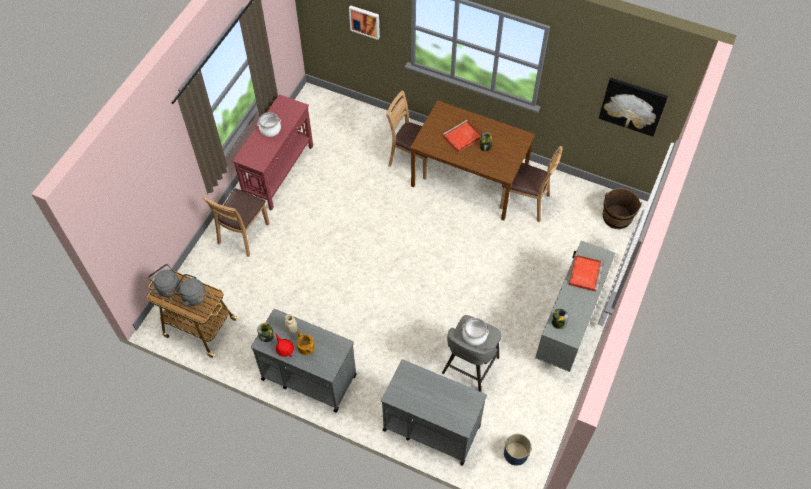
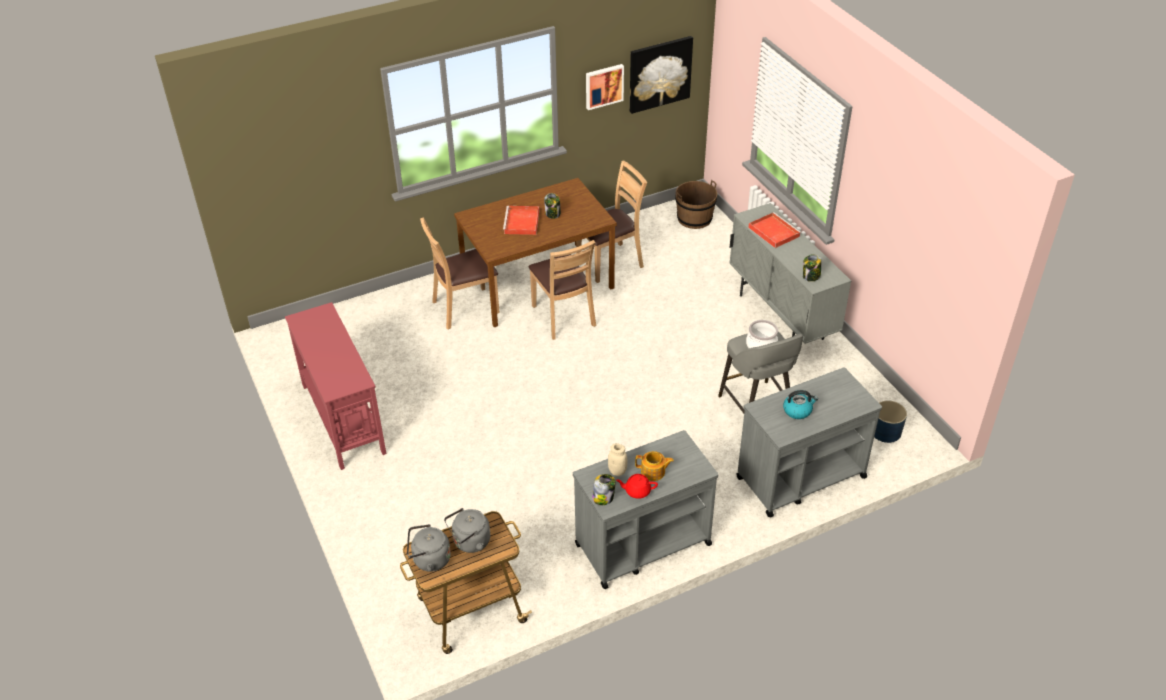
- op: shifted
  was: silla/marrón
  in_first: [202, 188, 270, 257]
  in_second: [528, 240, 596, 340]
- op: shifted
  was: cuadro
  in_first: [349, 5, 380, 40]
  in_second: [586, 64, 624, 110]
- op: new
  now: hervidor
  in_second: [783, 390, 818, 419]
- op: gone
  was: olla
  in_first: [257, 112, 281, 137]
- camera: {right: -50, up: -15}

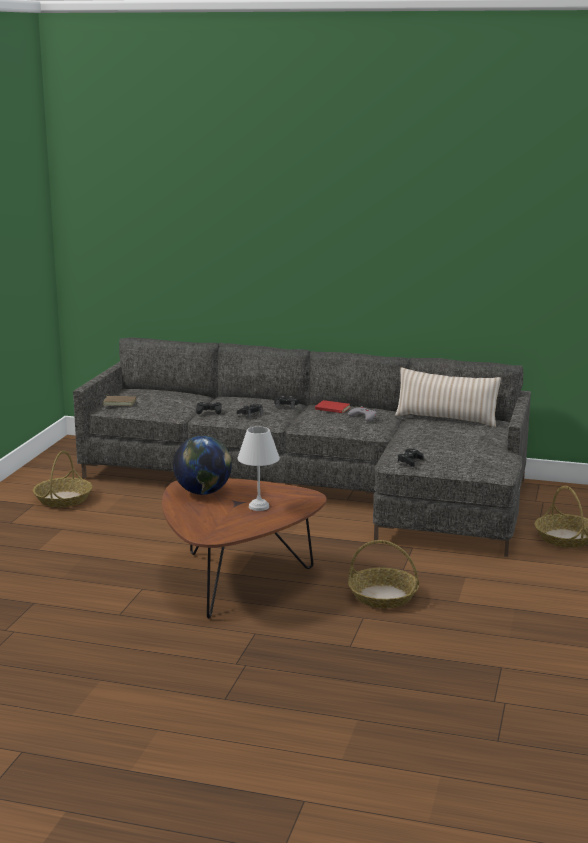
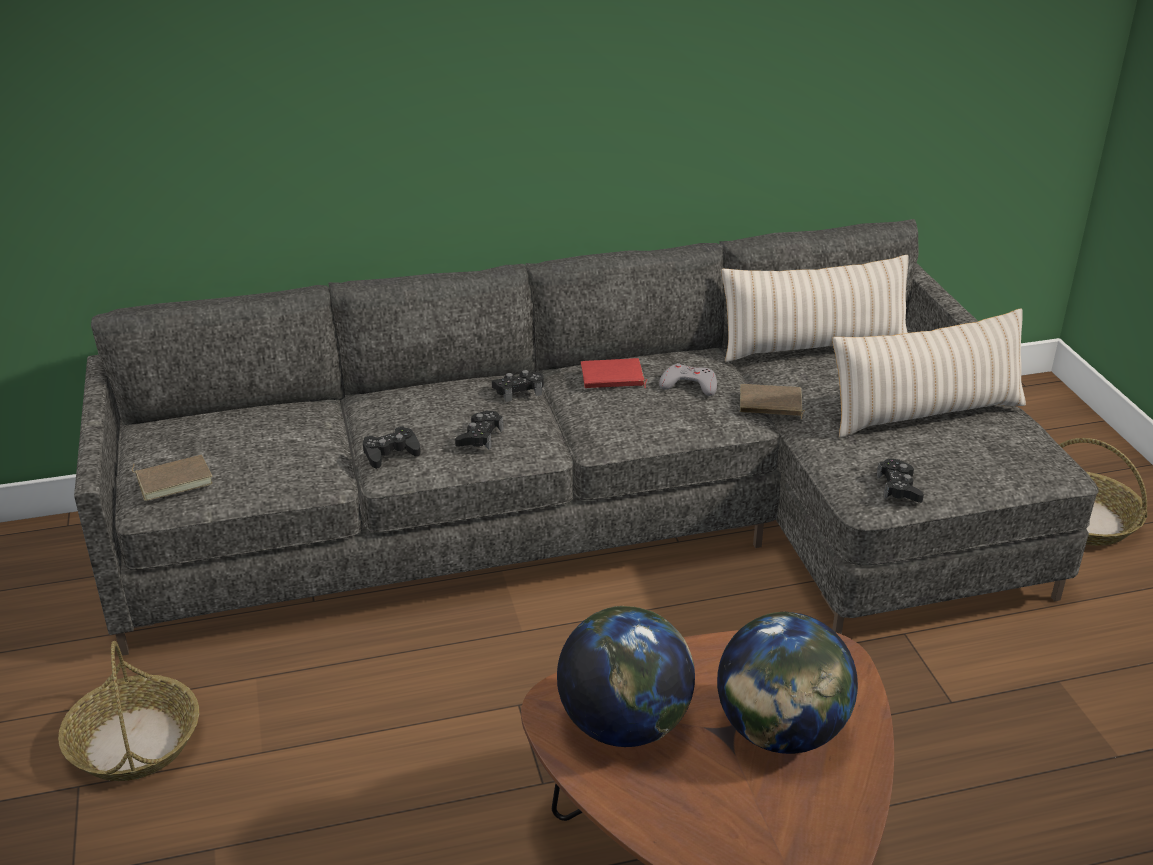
- op: swapped
  was: lámpara de mesa/blanco
  now: globo terráqueo
  in_first: [237, 426, 280, 511]
  in_second: [717, 612, 858, 754]
- op: new
  now: libro/marrón
  in_second: [740, 384, 805, 419]
- op: new
  now: cojín/beis
  in_second: [832, 309, 1026, 437]
- op: gone
  was: cesta
  in_first: [348, 540, 419, 608]
- camera: {right: -30, up: 15}

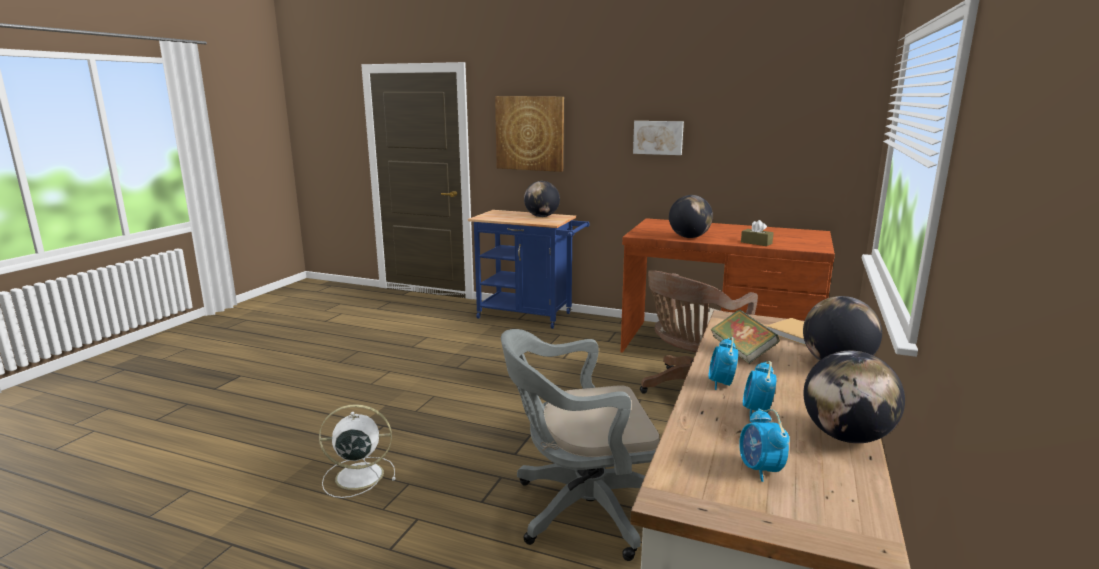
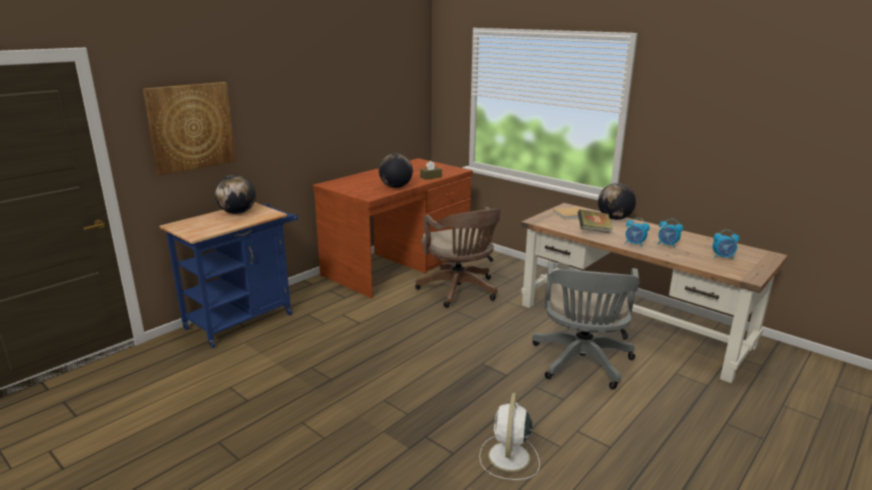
- op: gone
  was: cuadro
  in_first: [633, 121, 684, 155]
- op: gone
  was: globo terráqueo
  in_first: [803, 351, 905, 443]
- camera: {right: -70, up: 5}

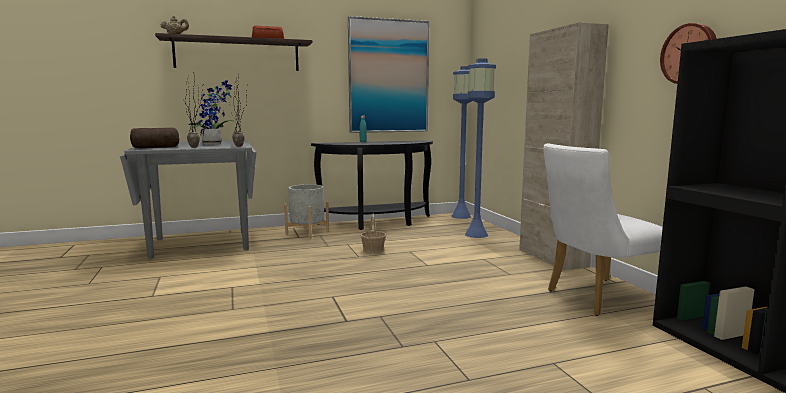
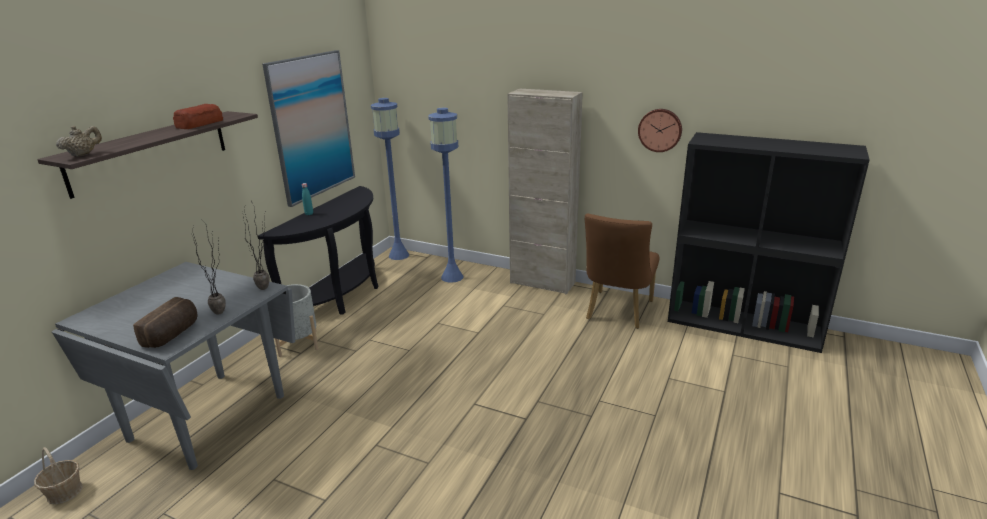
- op: shifted
  was: cesta
  in_first: [360, 214, 386, 254]
  in_second: [34, 447, 83, 504]
- op: repainted
  was: silla/blanco
  now: silla/marrón
  in_first: [543, 143, 663, 316]
  in_second: [585, 214, 659, 329]
- op: gone
  was: planta en maceta
  in_first: [188, 80, 236, 145]
- camera: {right: -45, up: 15}

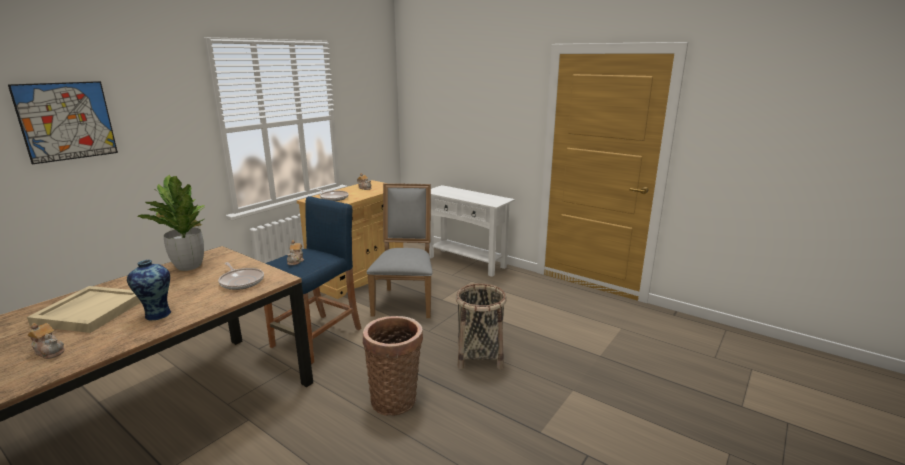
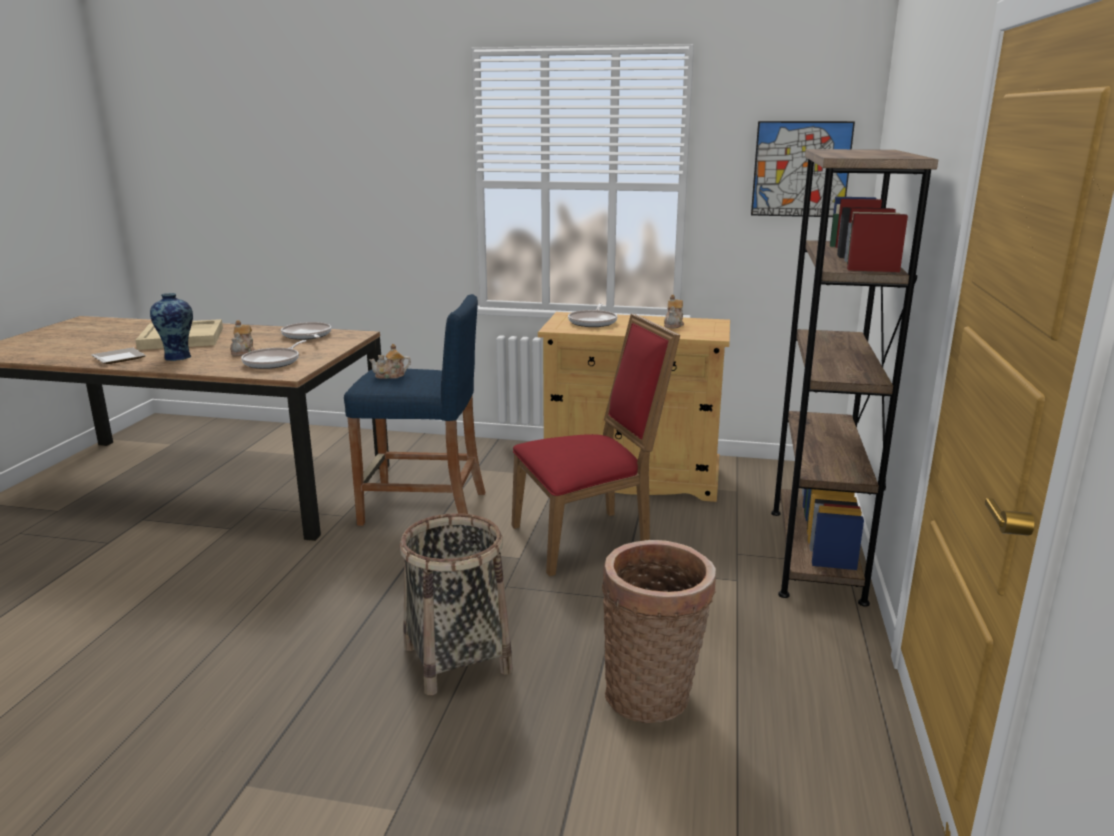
- op: new
  now: plato
  in_second: [92, 347, 146, 364]
- op: shifted
  was: tetera
  in_first: [27, 323, 65, 359]
  in_second: [230, 320, 255, 356]
- op: swapped
  was: planta en maceta
  now: sartén
  in_first: [137, 174, 205, 271]
  in_second: [281, 322, 332, 340]
- op: repainted
  was: silla/gris
  now: silla/rojo
  in_first: [366, 183, 433, 318]
  in_second: [512, 313, 680, 576]
- op: shifted
  was: cesta
  in_first: [363, 316, 423, 416]
  in_second: [602, 540, 716, 723]
- op: shifted
  was: cuadro
  in_first: [8, 81, 118, 165]
  in_second: [751, 121, 855, 217]
- op: swapped
  was: mesa consola/blanco
  now: estantería/marrón
  in_first: [429, 185, 515, 277]
  in_second: [771, 149, 938, 607]
- camera: {right: 65, up: 0}

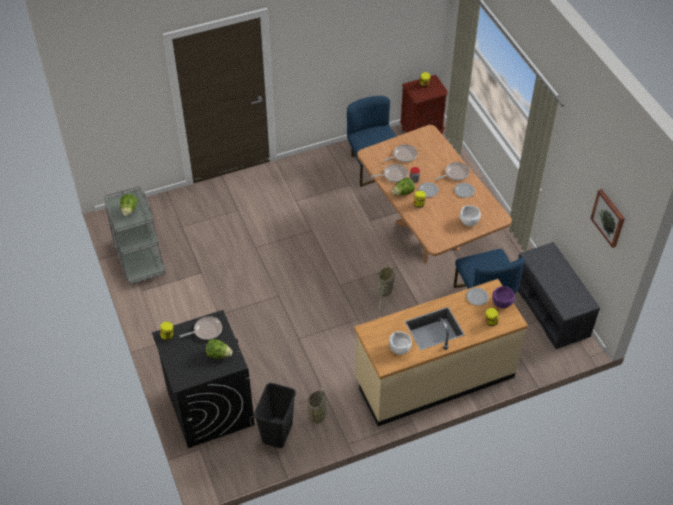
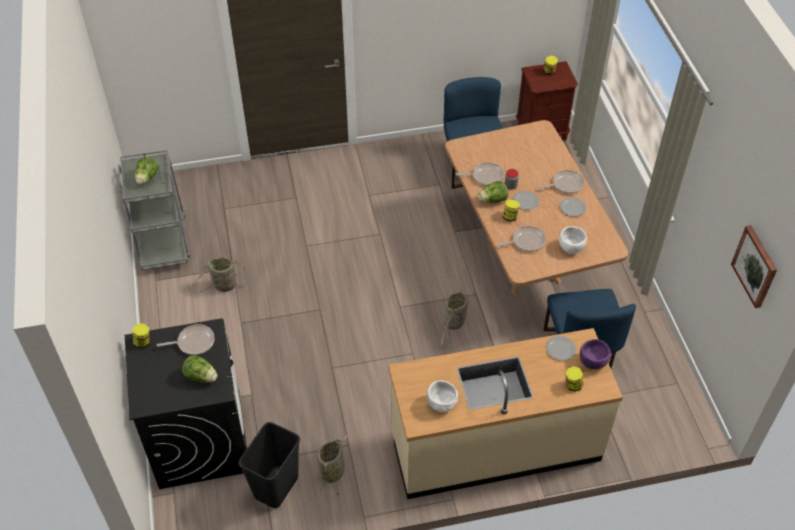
- op: new
  now: cesta
  in_second: [188, 257, 249, 293]
- op: shifted
  was: sartén
  in_first: [383, 144, 417, 162]
  in_second: [497, 226, 546, 252]
- op: gone
  was: banco/gris
  in_first: [518, 242, 600, 349]
- camera: {right: 10, up: 0}

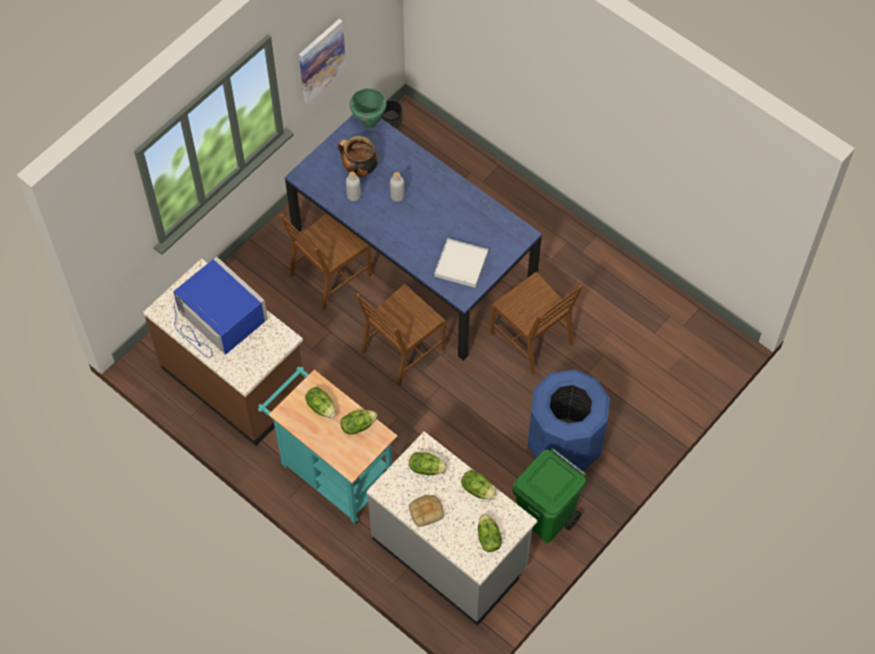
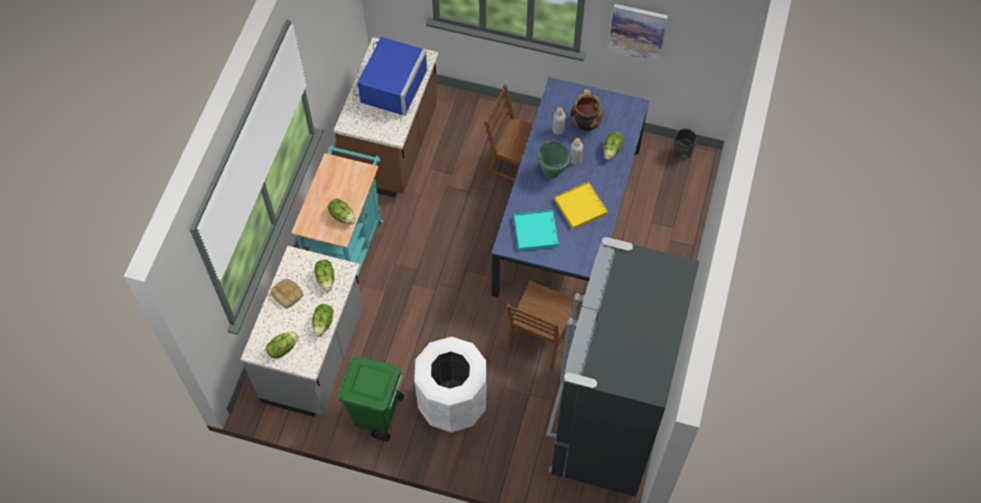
- op: repainted
  was: papelera/azul
  now: papelera/blanco
  in_first: [528, 369, 610, 471]
  in_second: [414, 337, 486, 433]
- op: repainted
  was: bandeja/blanco
  now: bandeja/turquesa
  in_first: [434, 238, 488, 288]
  in_second: [514, 210, 559, 251]
- op: shifted
  was: olla/verde
  in_first: [350, 88, 387, 129]
  in_second: [537, 141, 571, 178]
- op: new
  now: nevera/negro
  in_second: [546, 237, 699, 497]
- op: new
  now: bandeja/amarillo
  in_second: [554, 182, 608, 230]
- op: shifted
  was: lechuga
  in_first: [305, 387, 336, 418]
  in_second: [603, 131, 624, 160]
- op: gone
  was: silla/marrón
  in_first: [356, 283, 446, 387]
- camera: {right: 65, up: 0}

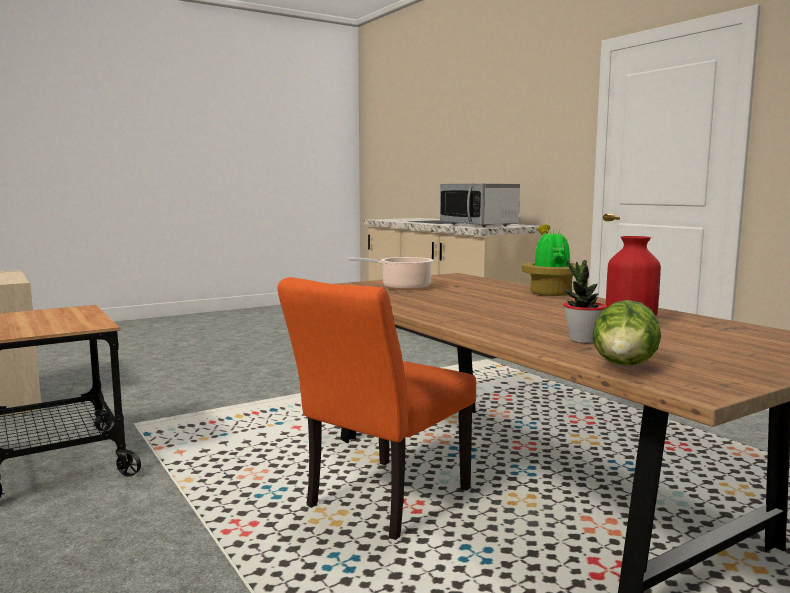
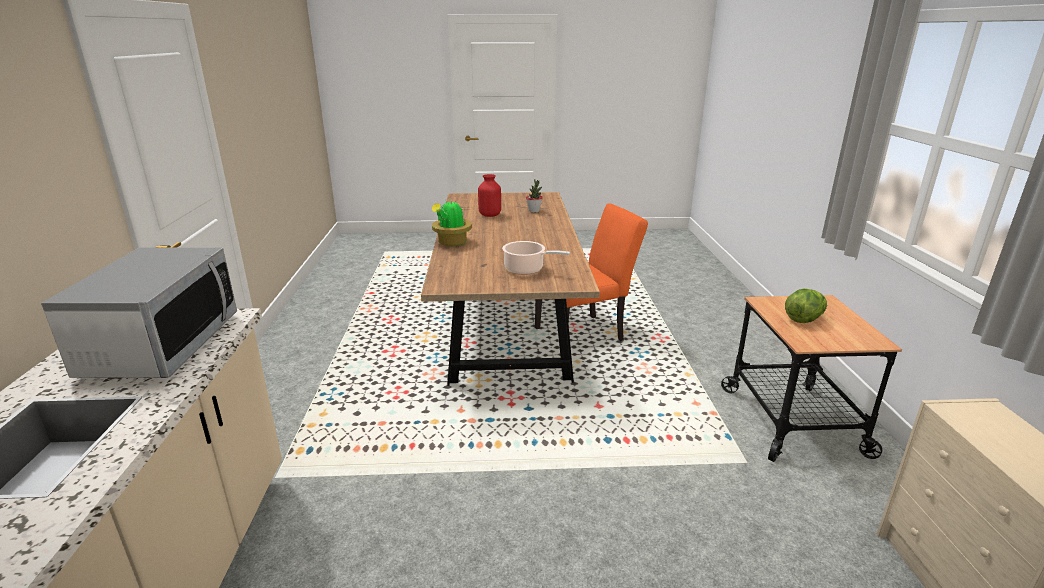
- op: shifted
  was: lechuga
  in_first: [593, 300, 661, 366]
  in_second: [785, 288, 827, 323]
- camera: {right: -150, up: 15}

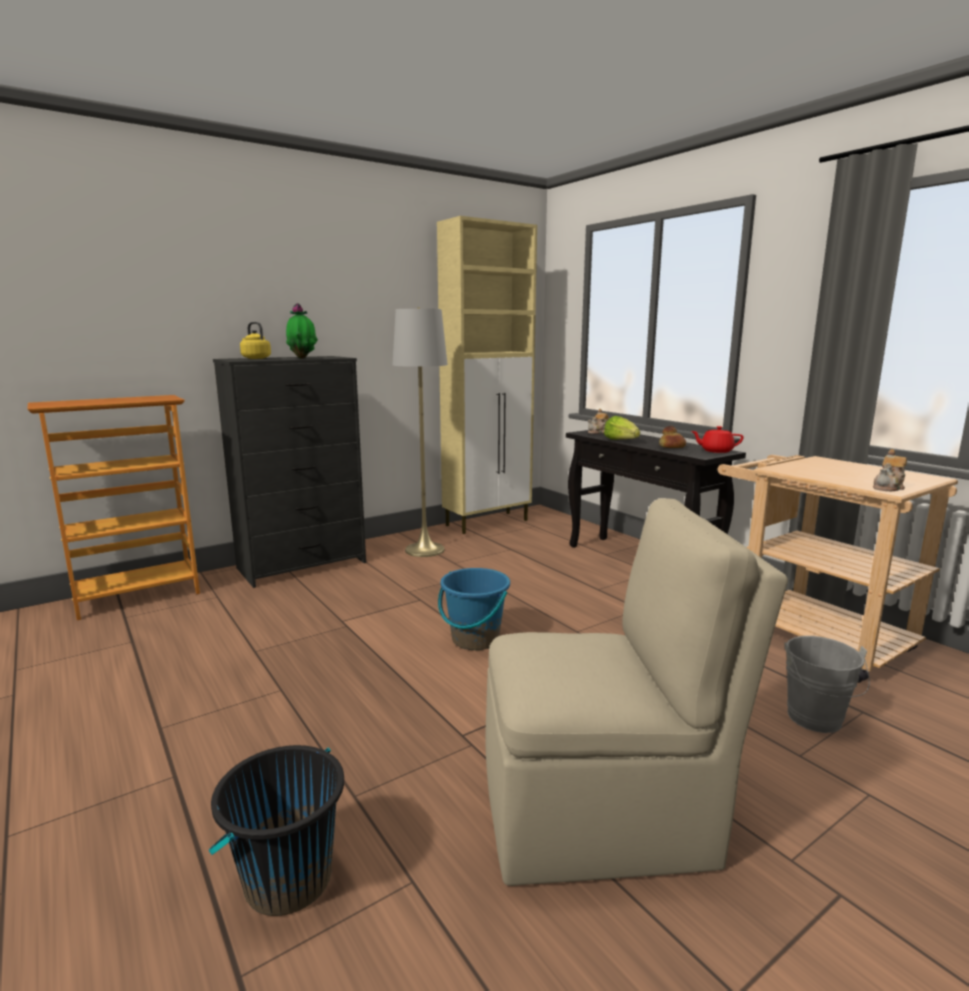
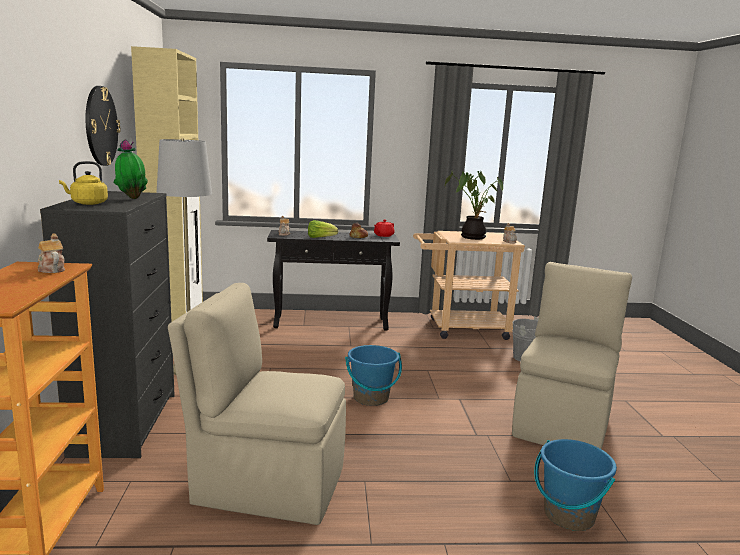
- op: new
  now: tetera
  in_second: [38, 233, 65, 273]
- op: new
  now: reloj de pared
  in_second: [86, 86, 121, 166]
- op: new
  now: silla/beis
  in_second: [168, 283, 346, 525]
- op: new
  now: planta en maceta
  in_second: [445, 170, 503, 240]
- op: repainted
  was: cubo/negro
  now: cubo/azul
  in_first: [209, 745, 344, 916]
  in_second: [534, 439, 617, 531]
- camera: {right: -60, up: 0}

